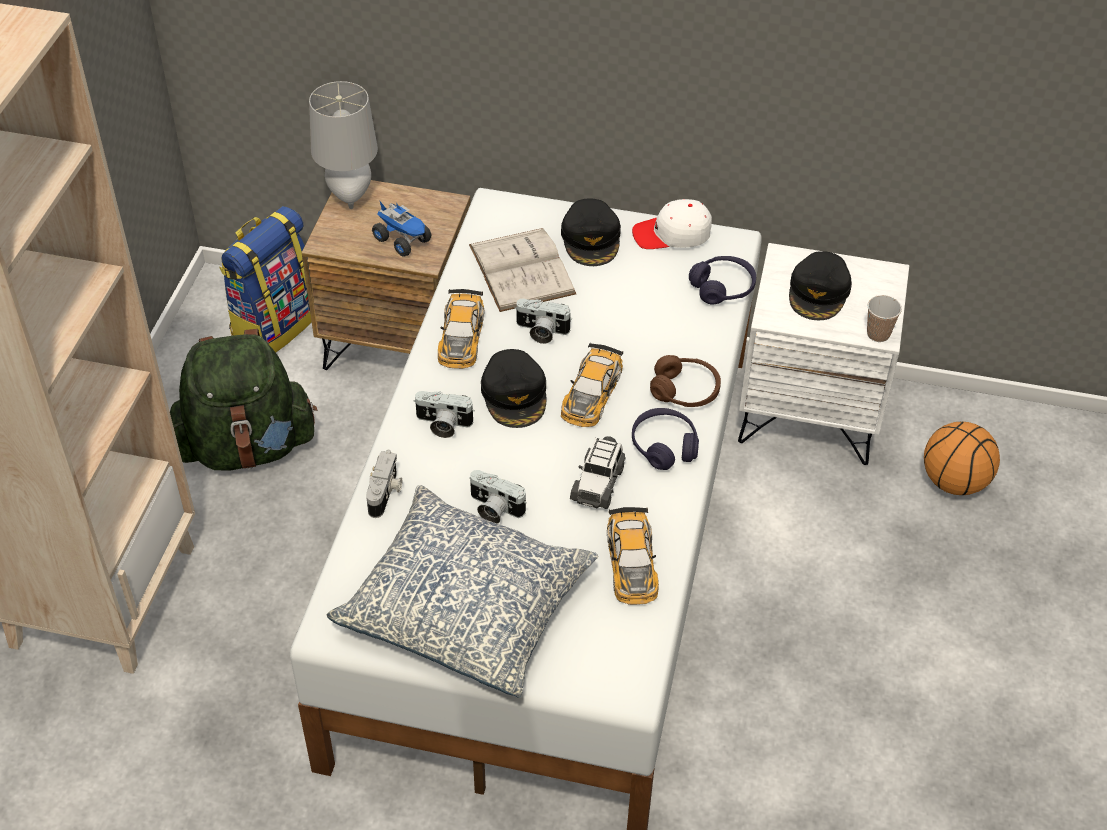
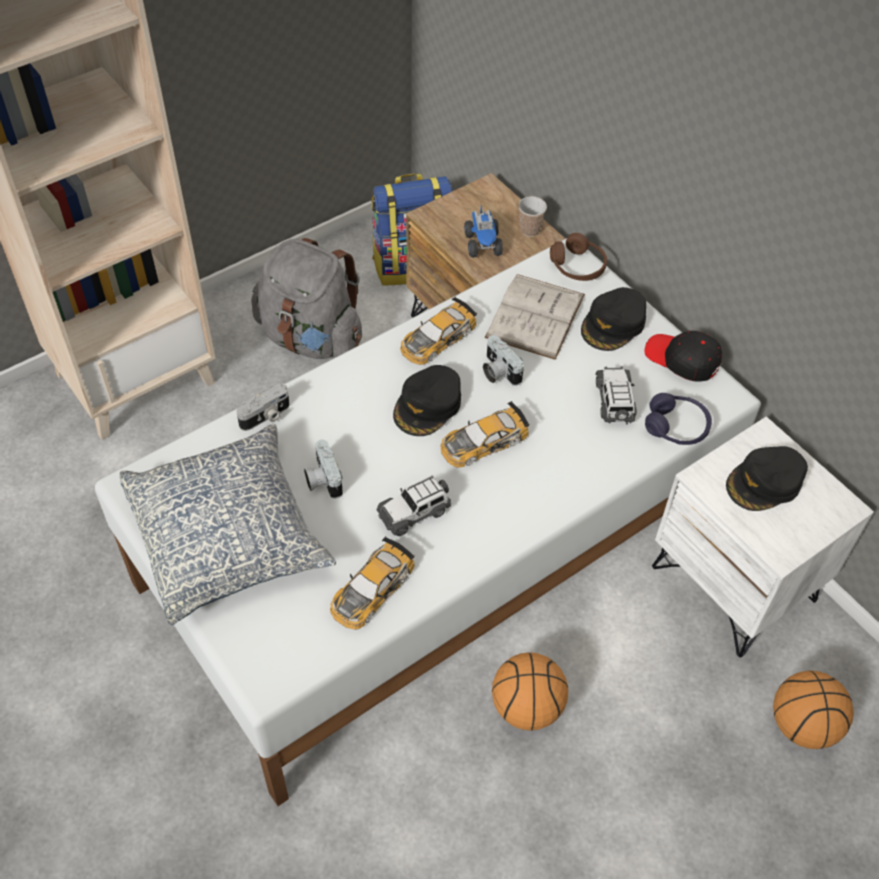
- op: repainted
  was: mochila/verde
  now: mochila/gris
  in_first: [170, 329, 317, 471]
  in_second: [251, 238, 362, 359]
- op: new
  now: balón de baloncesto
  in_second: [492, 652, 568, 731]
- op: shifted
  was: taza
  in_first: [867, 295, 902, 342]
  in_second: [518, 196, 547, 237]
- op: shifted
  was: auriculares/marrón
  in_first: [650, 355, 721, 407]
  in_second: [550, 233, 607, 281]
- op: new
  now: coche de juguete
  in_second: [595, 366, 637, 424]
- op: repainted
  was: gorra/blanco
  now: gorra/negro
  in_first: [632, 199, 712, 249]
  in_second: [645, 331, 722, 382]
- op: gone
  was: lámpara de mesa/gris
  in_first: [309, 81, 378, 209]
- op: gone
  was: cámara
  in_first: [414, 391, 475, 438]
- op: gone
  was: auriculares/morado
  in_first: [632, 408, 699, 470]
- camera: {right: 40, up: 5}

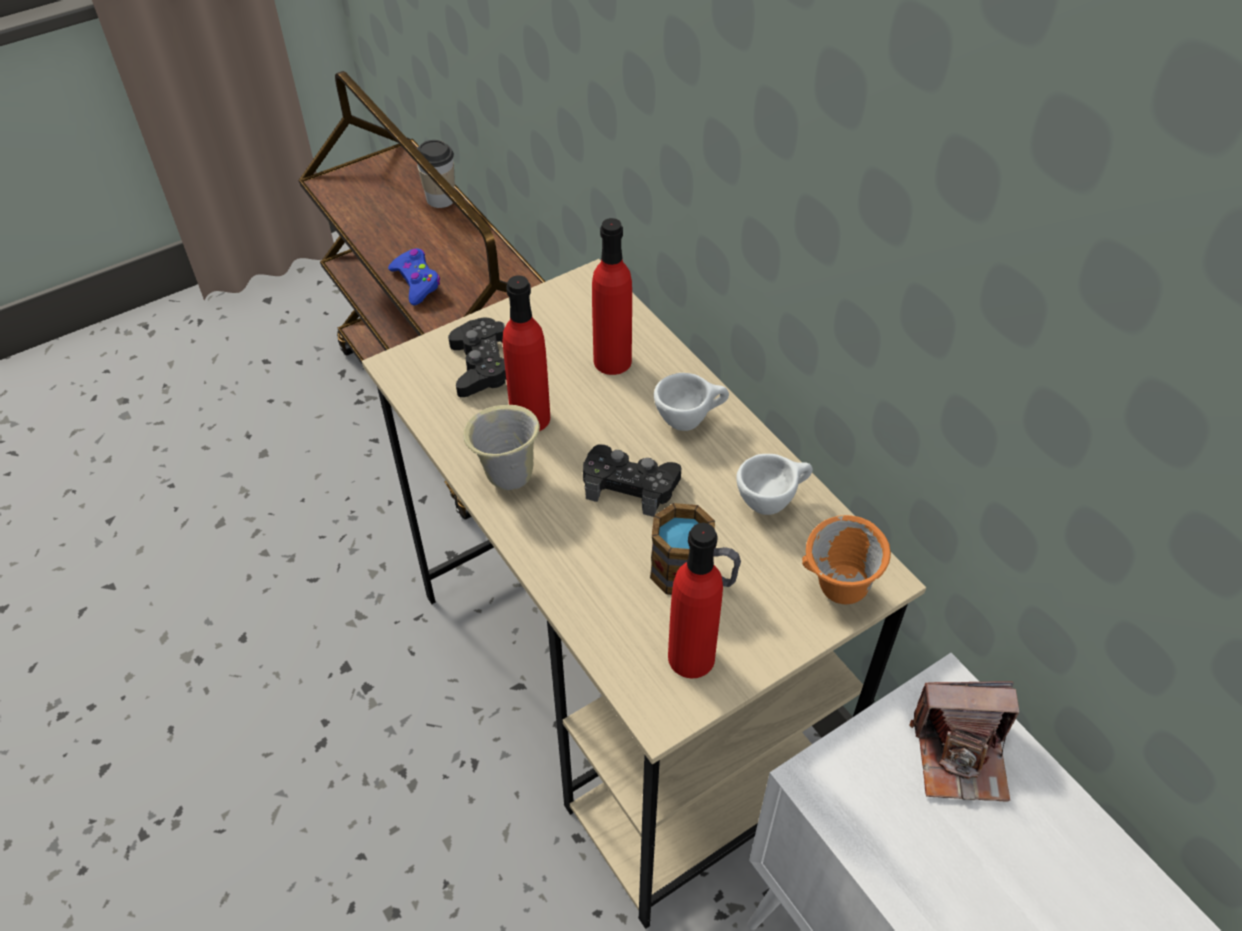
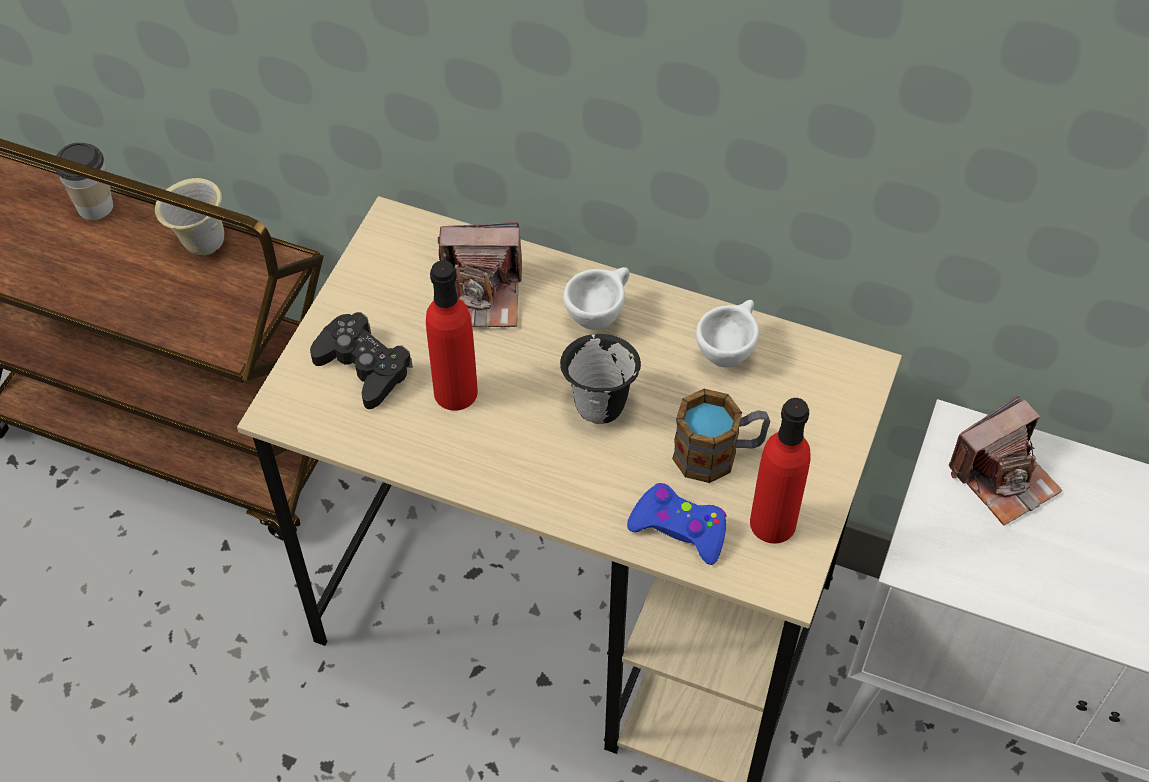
- op: shifted
  was: taza grande/beis
  in_first: [463, 405, 540, 490]
  in_second: [155, 178, 224, 255]
- op: swapped
  was: botella/rojo
  now: cámara
  in_first: [592, 218, 632, 375]
  in_second: [438, 222, 522, 327]
- op: swapped
  was: mando de consola/negro
  now: taza grande/negro
  in_first: [583, 444, 681, 517]
  in_second: [560, 334, 641, 424]
- op: shifted
  was: mando de consola/azul
  in_first: [388, 248, 440, 305]
  in_second: [627, 483, 727, 565]
- op: gone
  was: taza grande/naranja
  in_first: [802, 515, 891, 604]
- camera: {right: -35, up: 5}

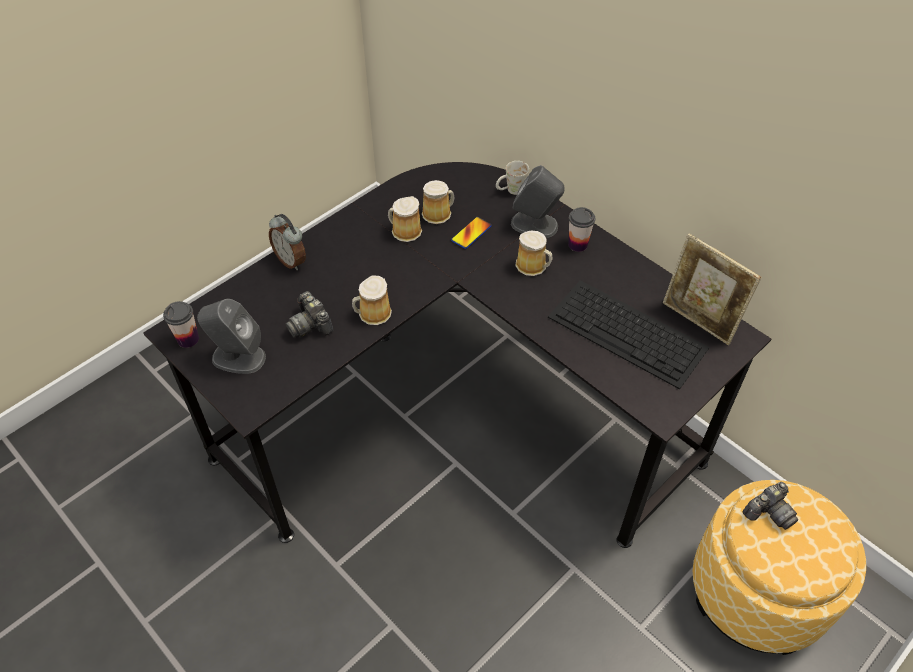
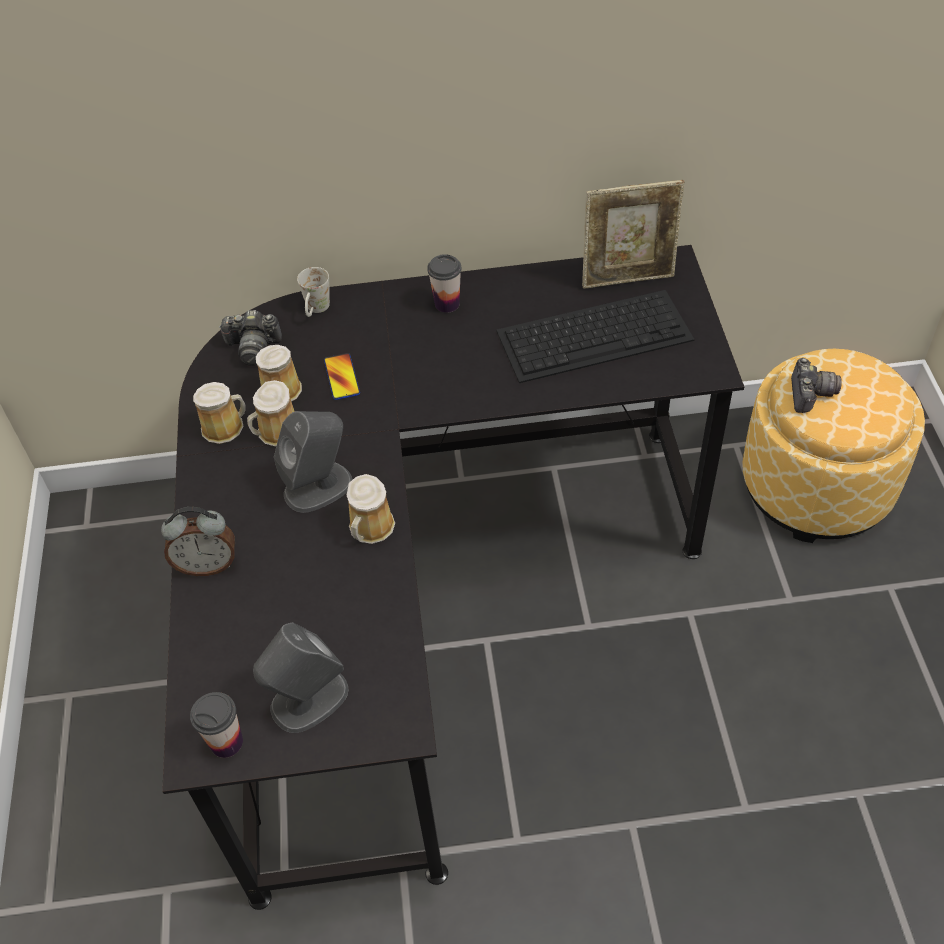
- op: shifted
  was: taza grande
  in_first: [515, 231, 553, 276]
  in_second: [193, 382, 246, 444]
- op: shifted
  was: cámara
  in_first: [286, 291, 334, 338]
  in_second: [219, 310, 282, 366]
- op: shifted
  was: altavoz/gris
  in_first: [511, 165, 565, 238]
  in_second: [274, 411, 353, 513]
- camera: {right: -50, up: 0}

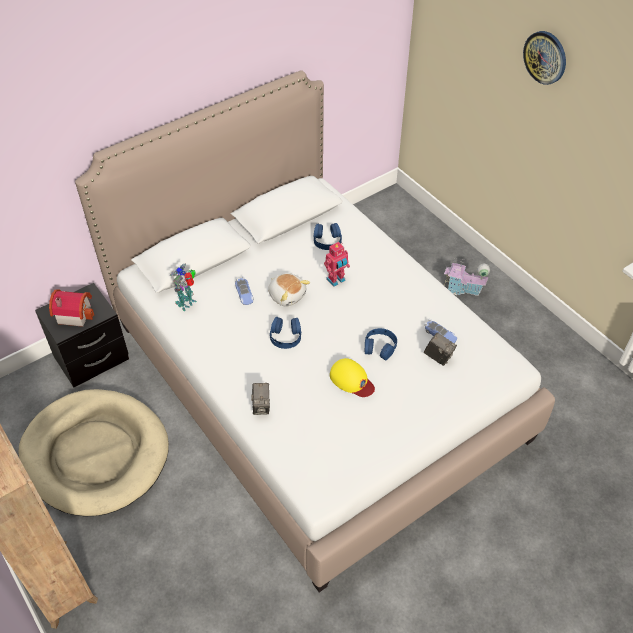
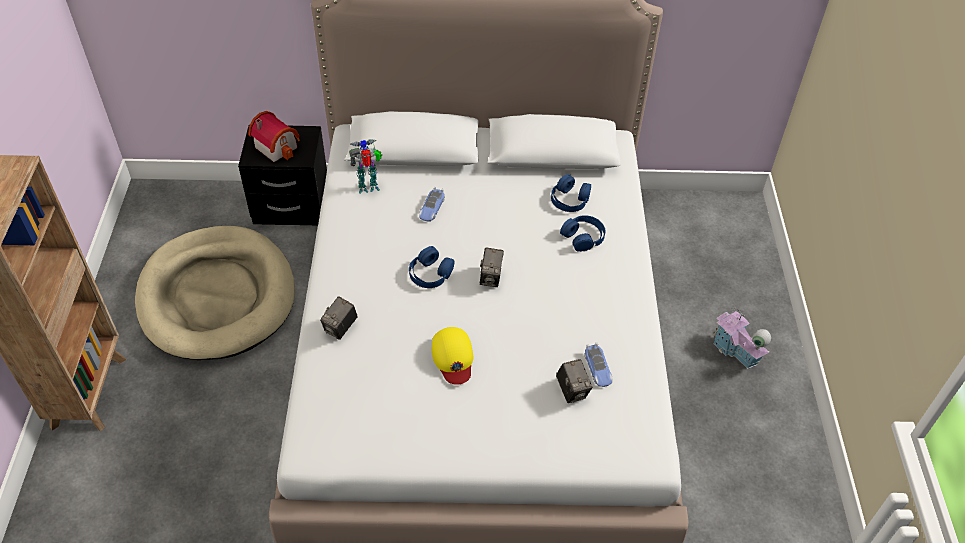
- op: new
  now: cámara
  in_second: [480, 248, 504, 287]
- op: shifted
  was: auriculares/azul
  in_first: [365, 328, 397, 360]
  in_second: [560, 215, 606, 252]
- op: gone
  was: peluche
  in_first: [268, 273, 310, 307]
- op: gone
  was: robot de juguete
  in_first: [324, 242, 350, 287]
- op: gone
  was: reloj de pared
  in_first: [523, 31, 566, 85]
- camera: {right: 35, up: 0}

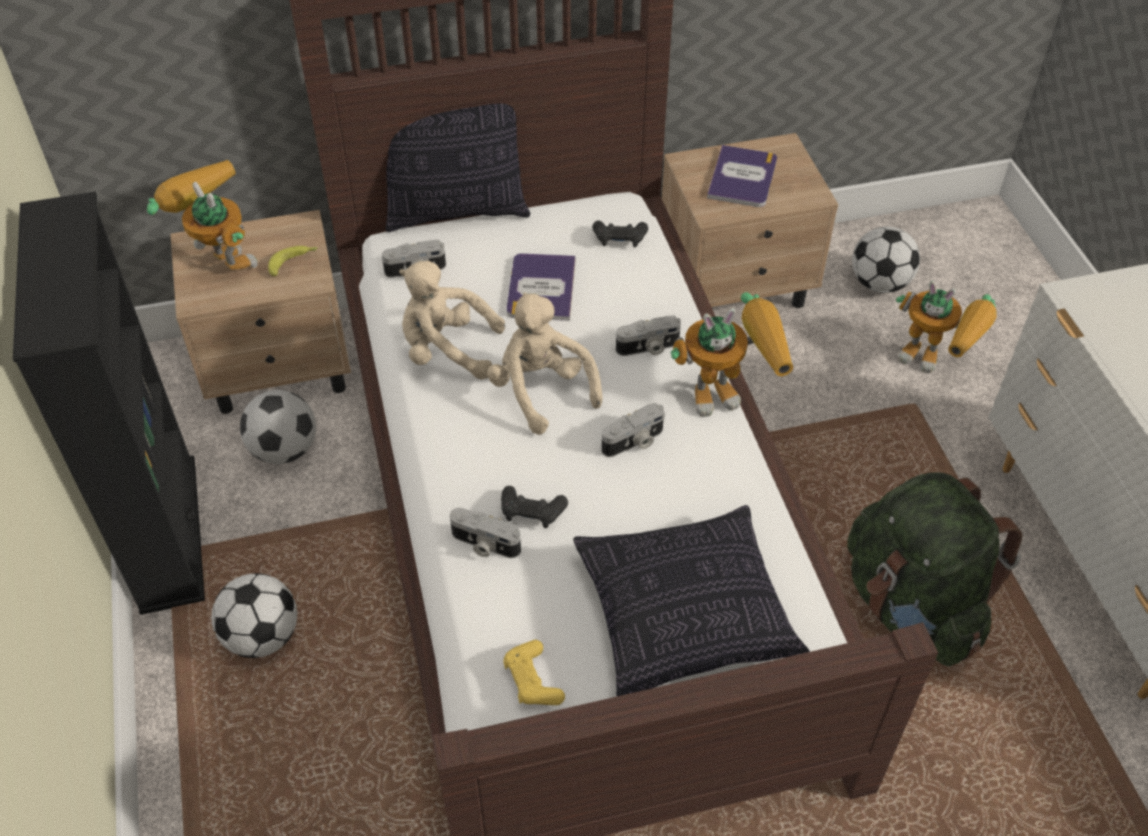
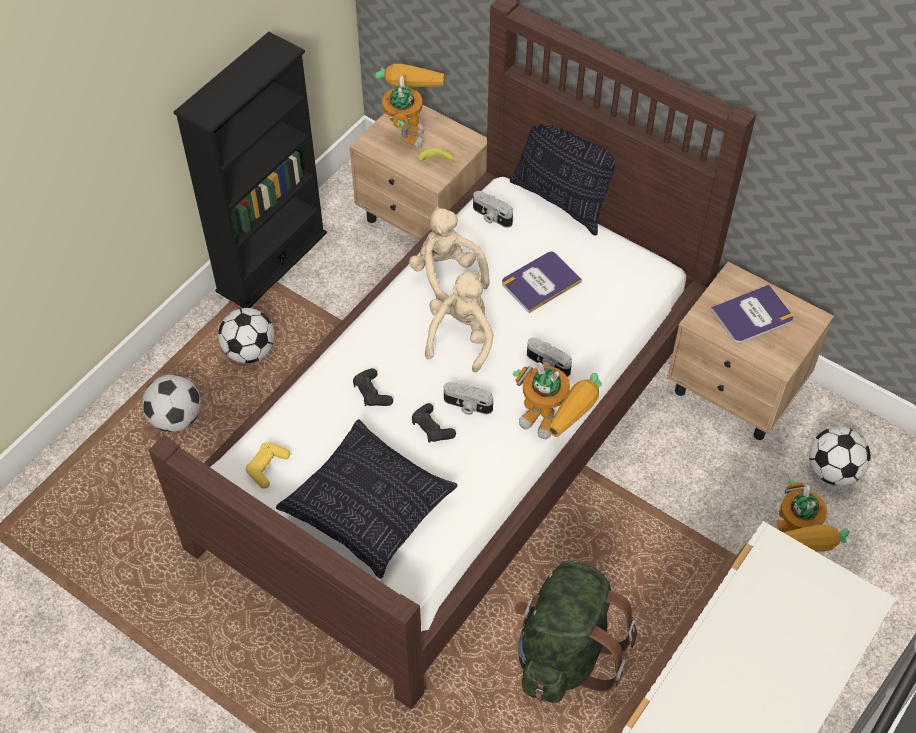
- op: shifted
  was: balón de fútbol
  in_first: [240, 390, 316, 464]
  in_second: [142, 374, 201, 432]
- op: shifted
  was: mando de consola/negro
  in_first: [592, 220, 648, 247]
  in_second: [412, 403, 456, 443]
- op: gone
  was: cámara
  in_first: [450, 508, 521, 558]
- camera: {right: 50, up: 5}

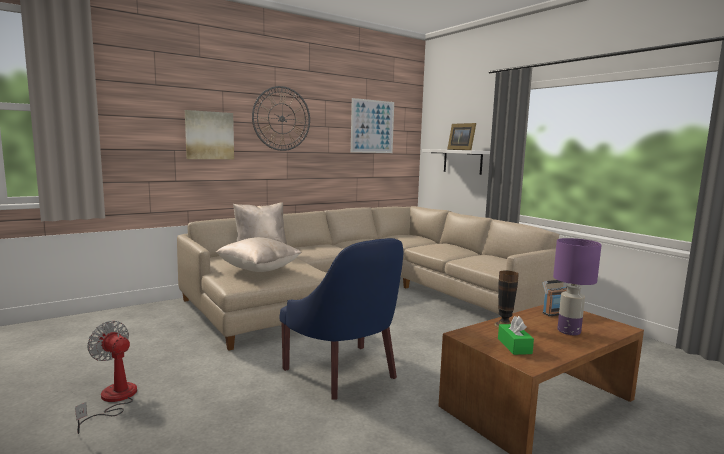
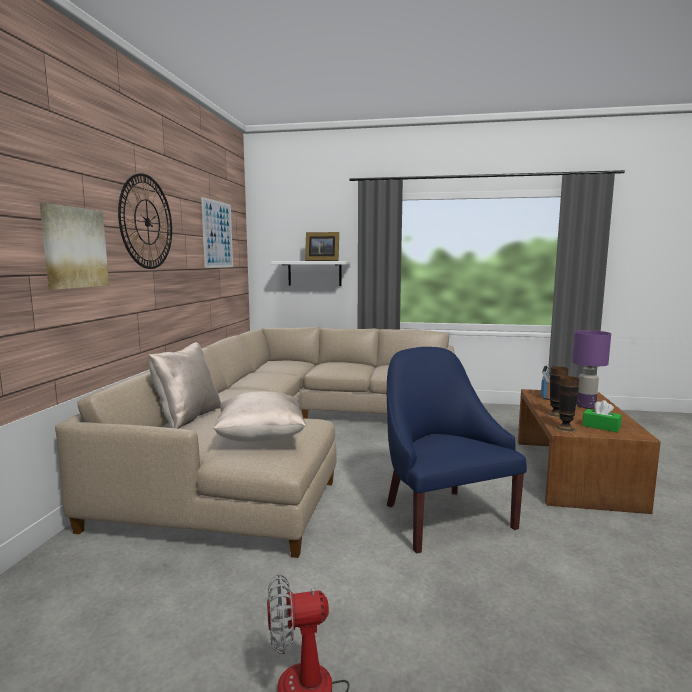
- op: rotated
  was: sillón/azul
  in_first: [280, 238, 404, 400]
  in_second: [387, 347, 527, 553]
  clockwise: -120
- op: new
  now: florero
  in_second: [555, 376, 579, 433]
- camera: {right: -45, up: 0}

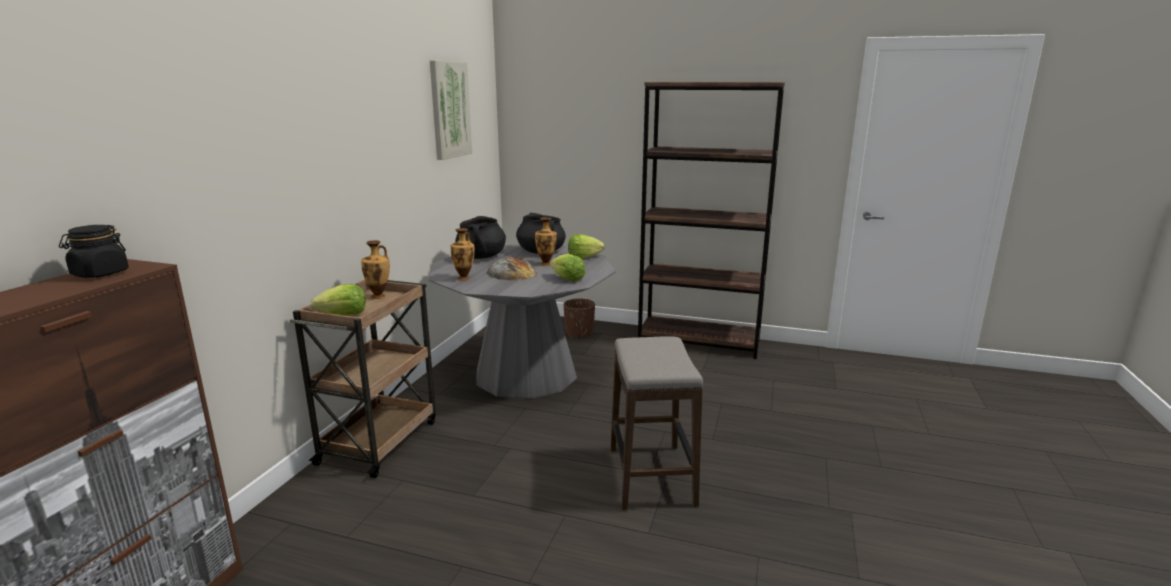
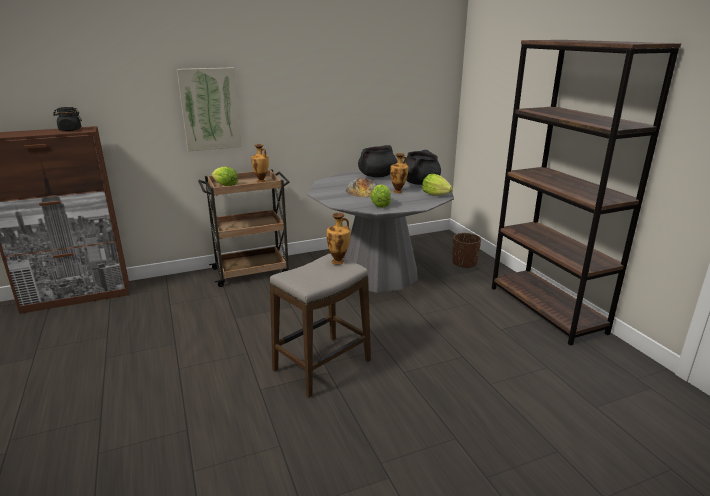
- op: shifted
  was: cuadro
  in_first: [430, 61, 472, 160]
  in_second: [177, 67, 241, 151]
- op: shifted
  was: florero
  in_first: [451, 228, 475, 281]
  in_second: [327, 213, 350, 265]
- camera: {right: 50, up: 5}

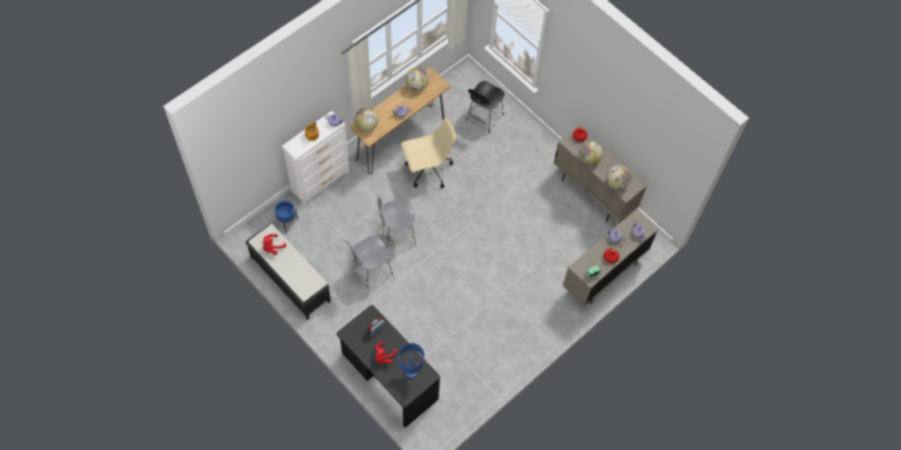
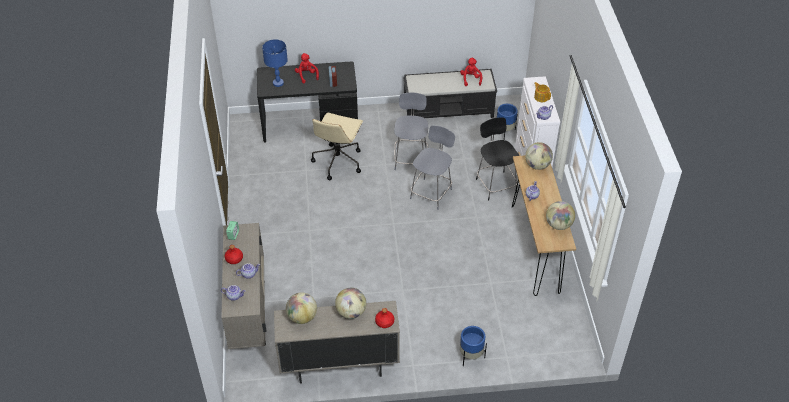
- op: shifted
  was: silla de oficina/beis
  in_first: [401, 118, 456, 188]
  in_second: [311, 112, 363, 180]
- op: new
  now: maceta/azul
  in_second: [460, 326, 487, 366]
- op: shifted
  was: silla/negro
  in_first: [466, 81, 504, 133]
  in_second: [476, 117, 519, 200]
- camera: {right: 130, up: -15}

